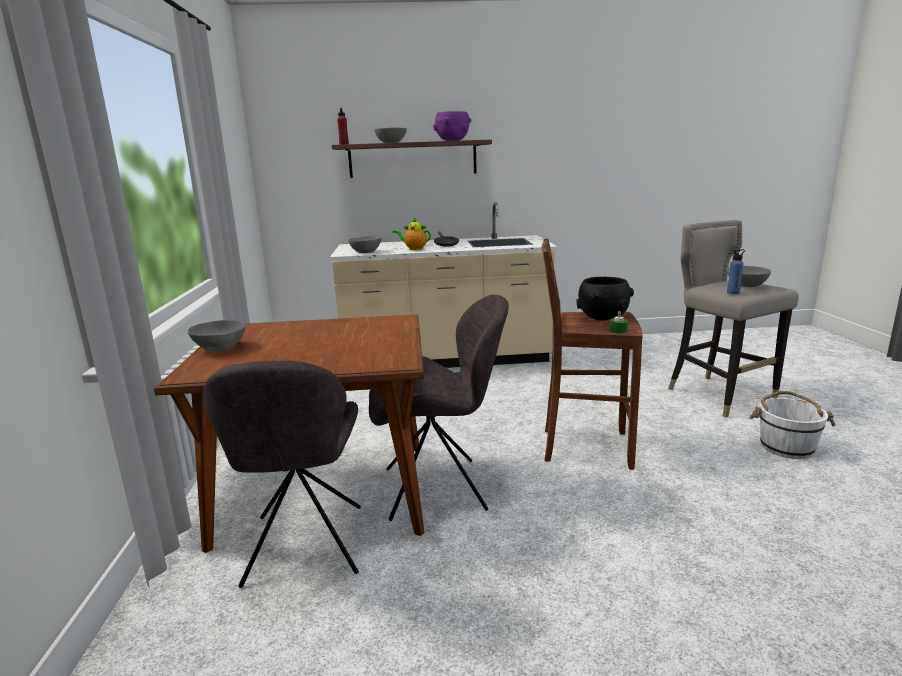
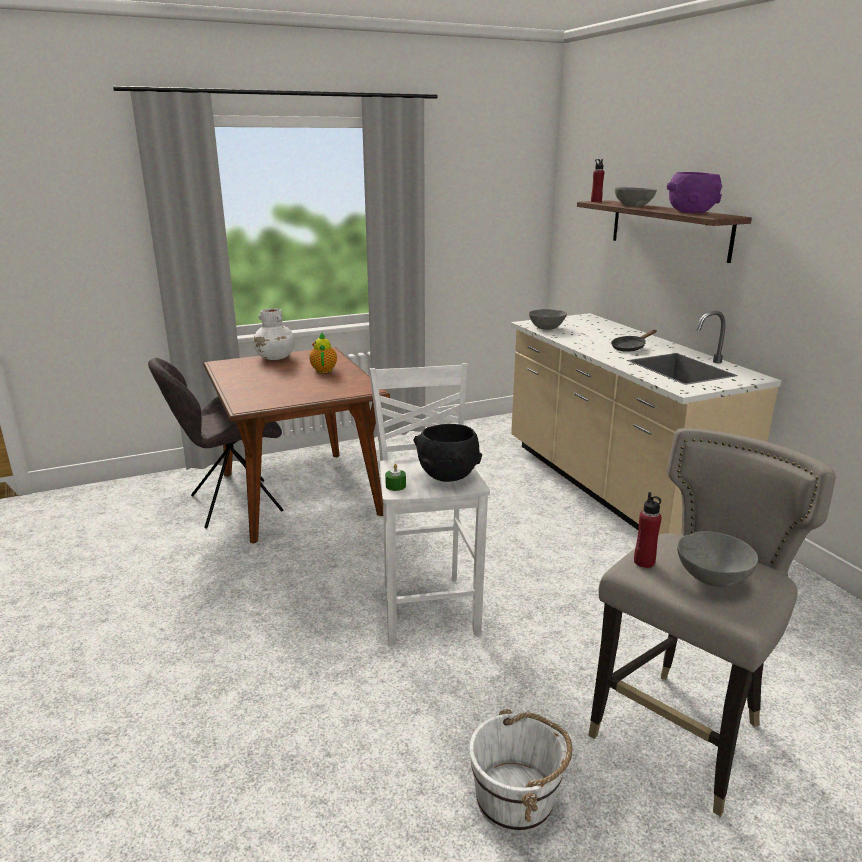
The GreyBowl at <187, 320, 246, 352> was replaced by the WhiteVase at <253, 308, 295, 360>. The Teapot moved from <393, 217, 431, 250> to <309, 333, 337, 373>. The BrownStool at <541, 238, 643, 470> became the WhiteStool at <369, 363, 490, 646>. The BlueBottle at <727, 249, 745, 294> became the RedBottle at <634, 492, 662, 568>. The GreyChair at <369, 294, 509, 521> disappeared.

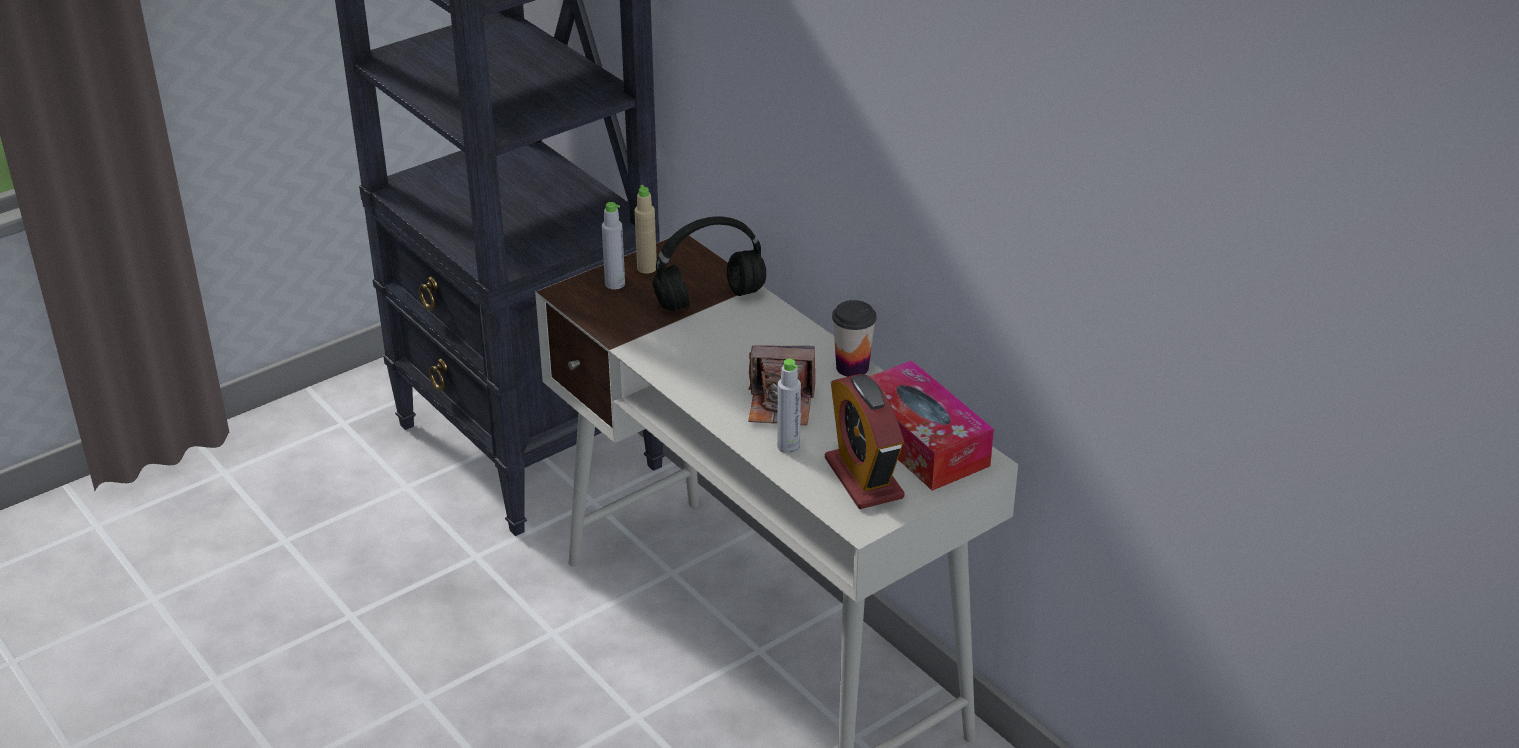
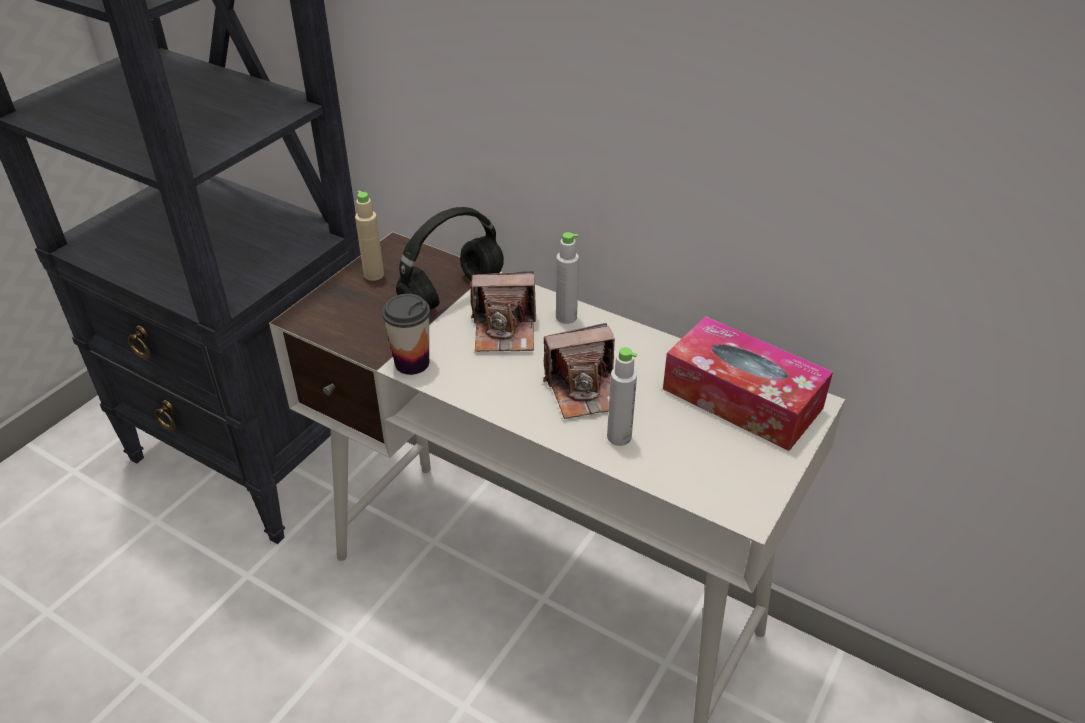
The Cup moved from <832, 300, 876, 377> to <382, 294, 430, 375>. The PhotoCamera at <470, 271, 536, 352> appeared. The GreyBottle moved from <602, 202, 625, 289> to <556, 232, 579, 324>. The AlarmClock at <825, 374, 905, 509> disappeared.

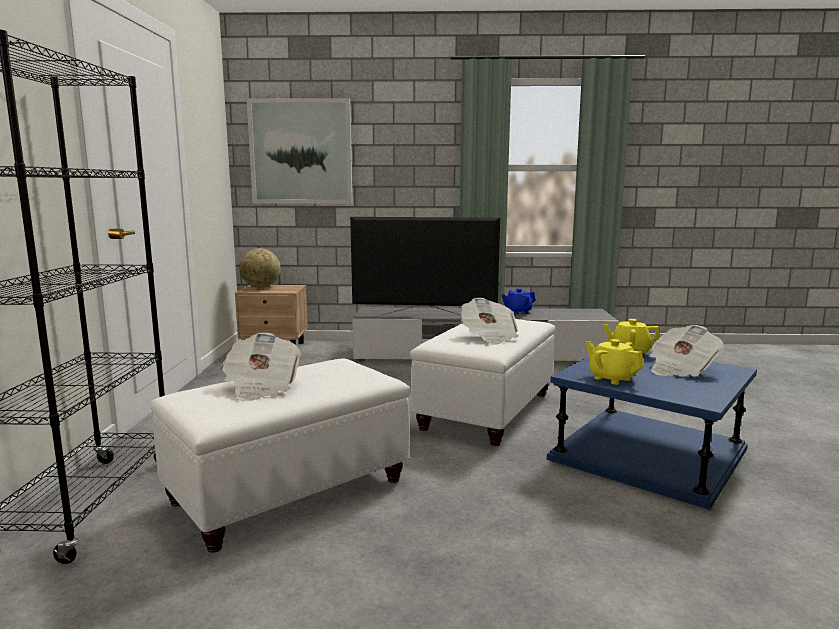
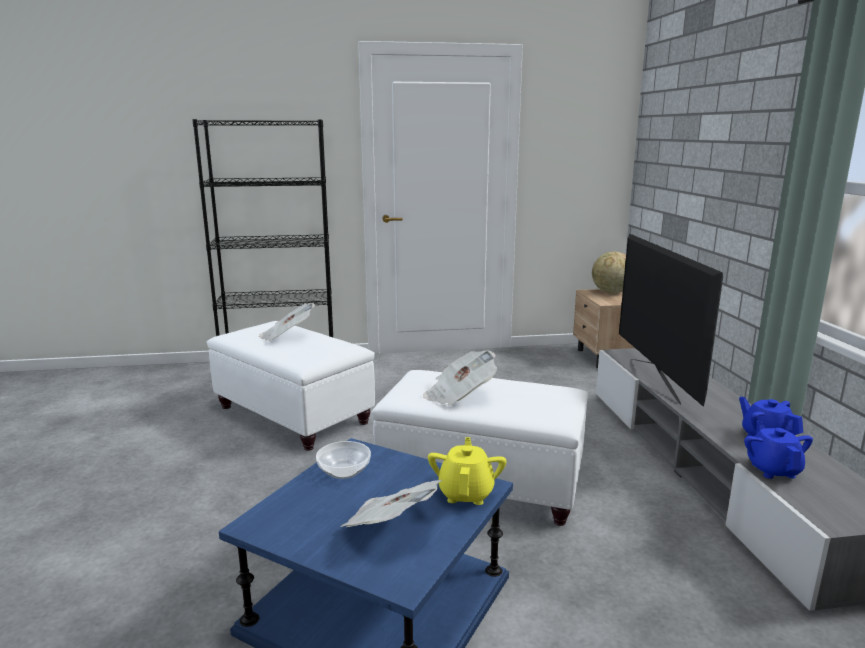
The YellowTeapot at <585, 339, 644, 385> was replaced by the Bowl at <316, 441, 371, 479>. The BlueTeapot at <744, 421, 813, 479> appeared. The Picture at <247, 98, 353, 204> disappeared.

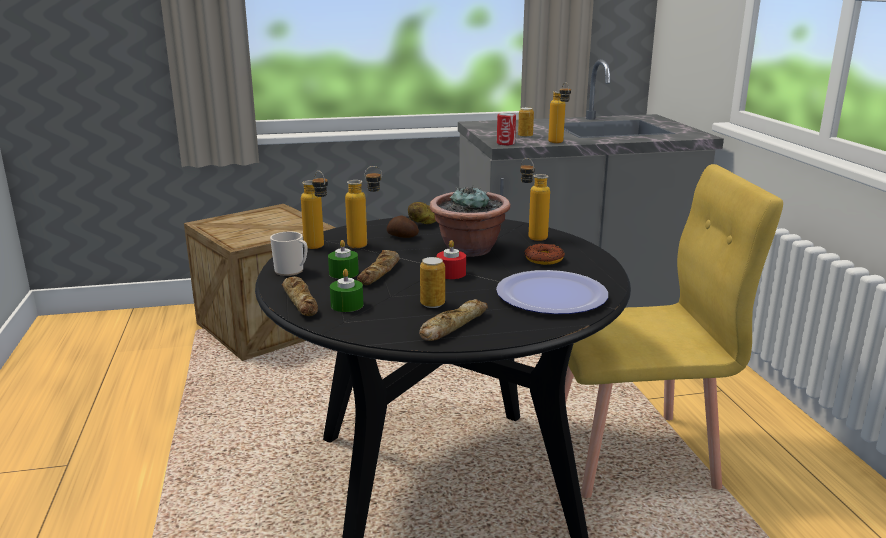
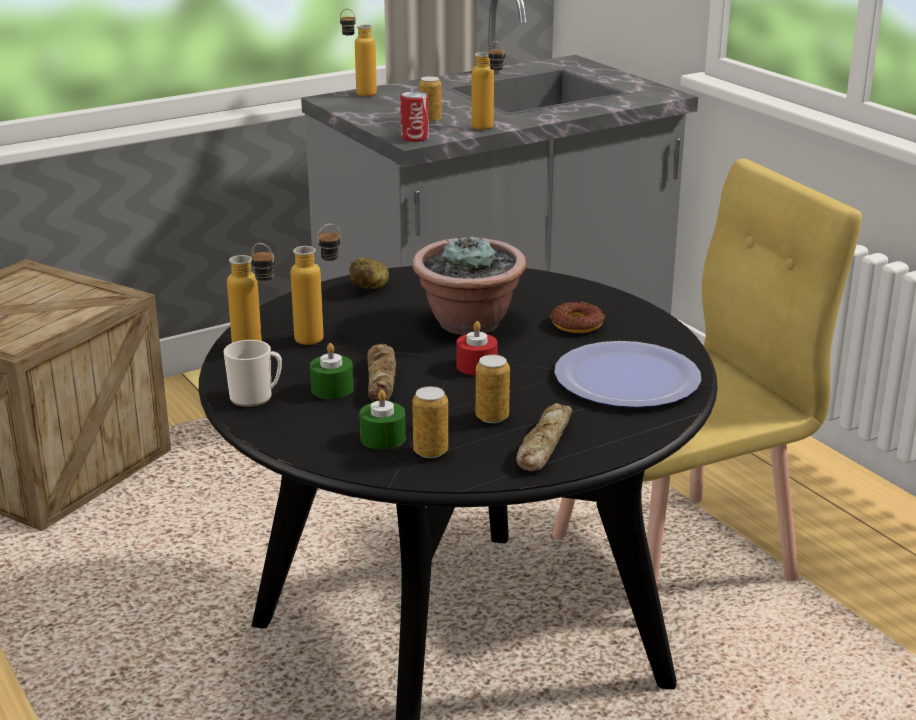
The Bottle moved from <520, 158, 550, 241> to <340, 9, 377, 97>. The Can at <412, 386, 448, 458> appeared. The Bread at <282, 276, 318, 316> disappeared. The Potato at <387, 216, 419, 238> disappeared.

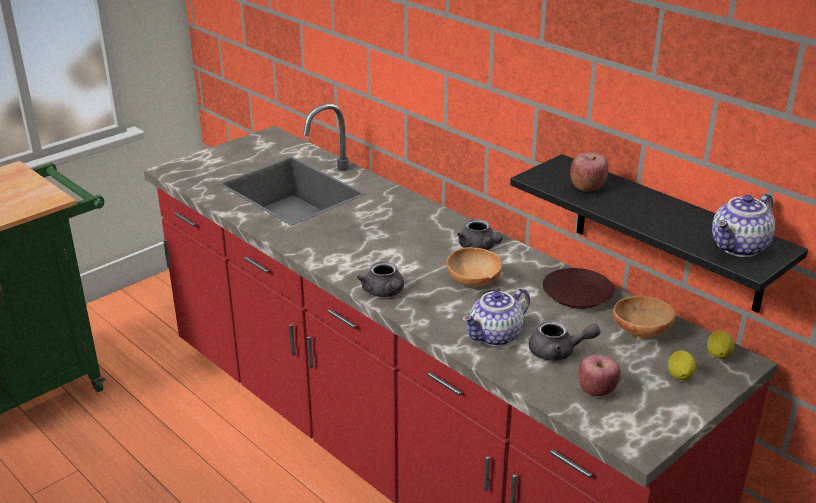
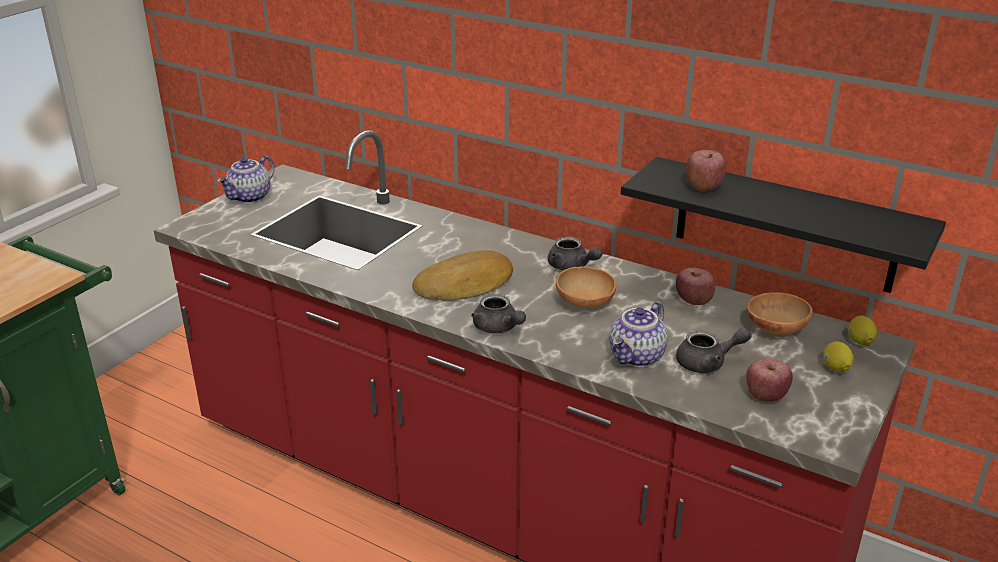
The Teapot moved from <712, 193, 775, 257> to <217, 156, 275, 204>. The Bread at <412, 250, 513, 301> appeared. The BrownPlate at <543, 268, 614, 309> was replaced by the Apple at <676, 268, 716, 305>.

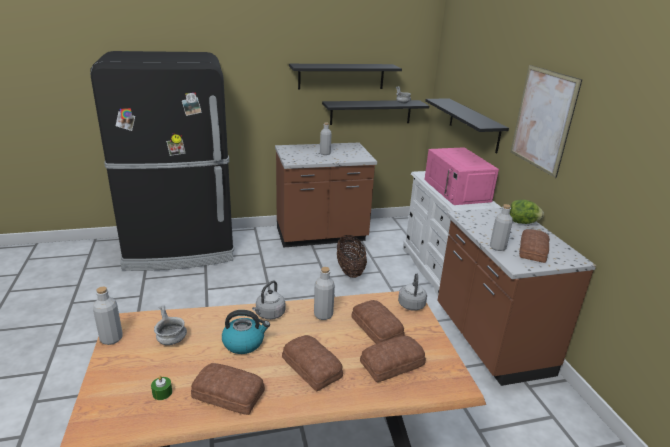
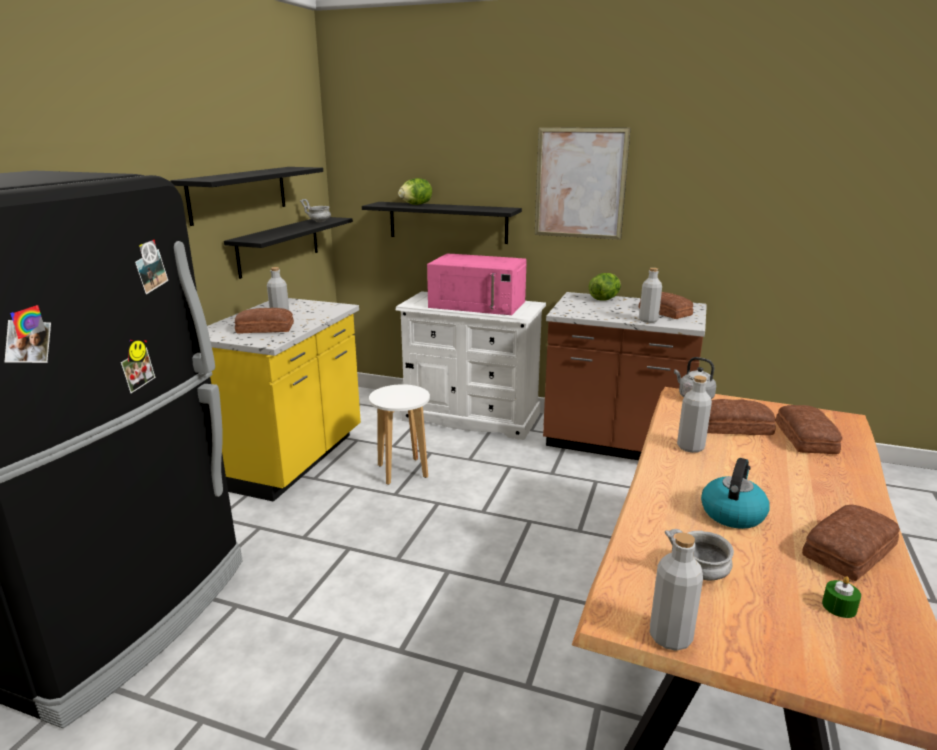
The BrownCounter at <275, 143, 377, 248> became the YellowCounter at <207, 298, 361, 502>. The Bread moved from <282, 335, 343, 392> to <235, 308, 294, 333>. The Basket at <337, 235, 367, 278> was replaced by the WhiteStool at <369, 384, 430, 485>. The Lettuce at <398, 178, 432, 205> appeared. The GreyKettle at <252, 280, 285, 320> disappeared.

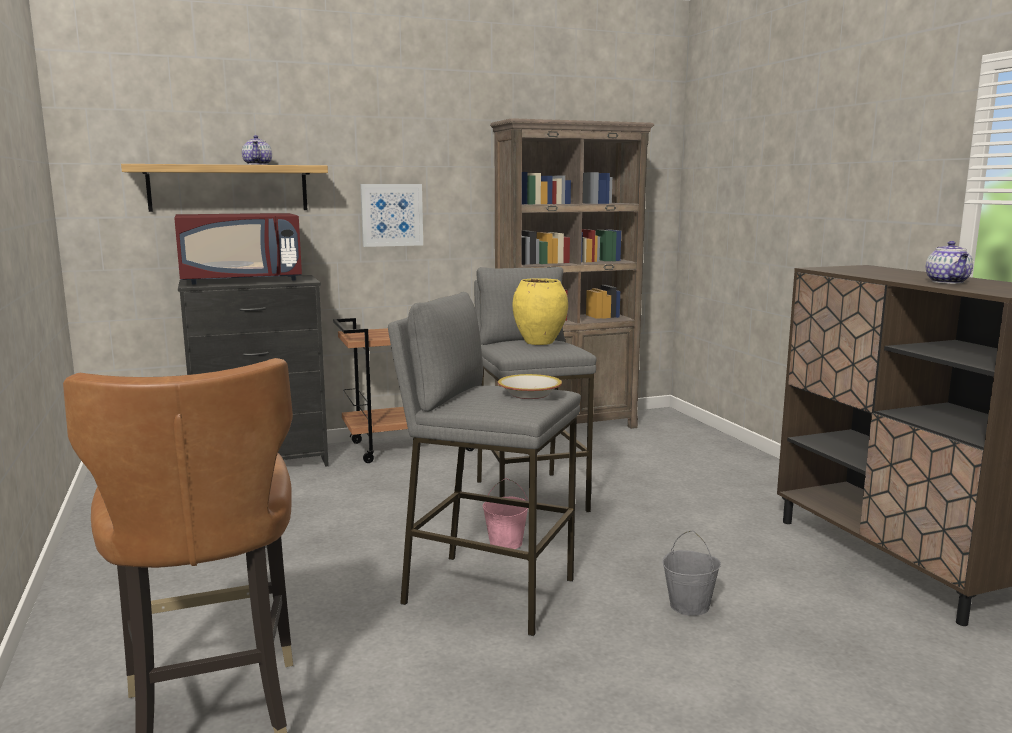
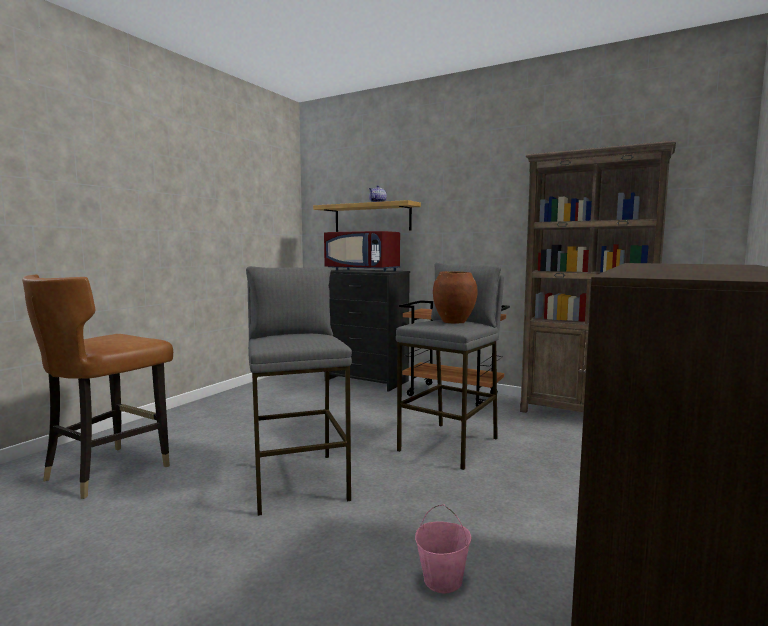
The PinkBucket moved from <483, 478, 528, 549> to <415, 504, 472, 593>. The YellowVase at <513, 278, 568, 345> became the BrownVase at <433, 271, 478, 324>. The Picture at <360, 184, 423, 247> disappeared. The Bowl at <498, 374, 562, 399> disappeared. The GreyBucket at <662, 530, 721, 616> disappeared. The Teapot at <926, 241, 973, 284> disappeared.

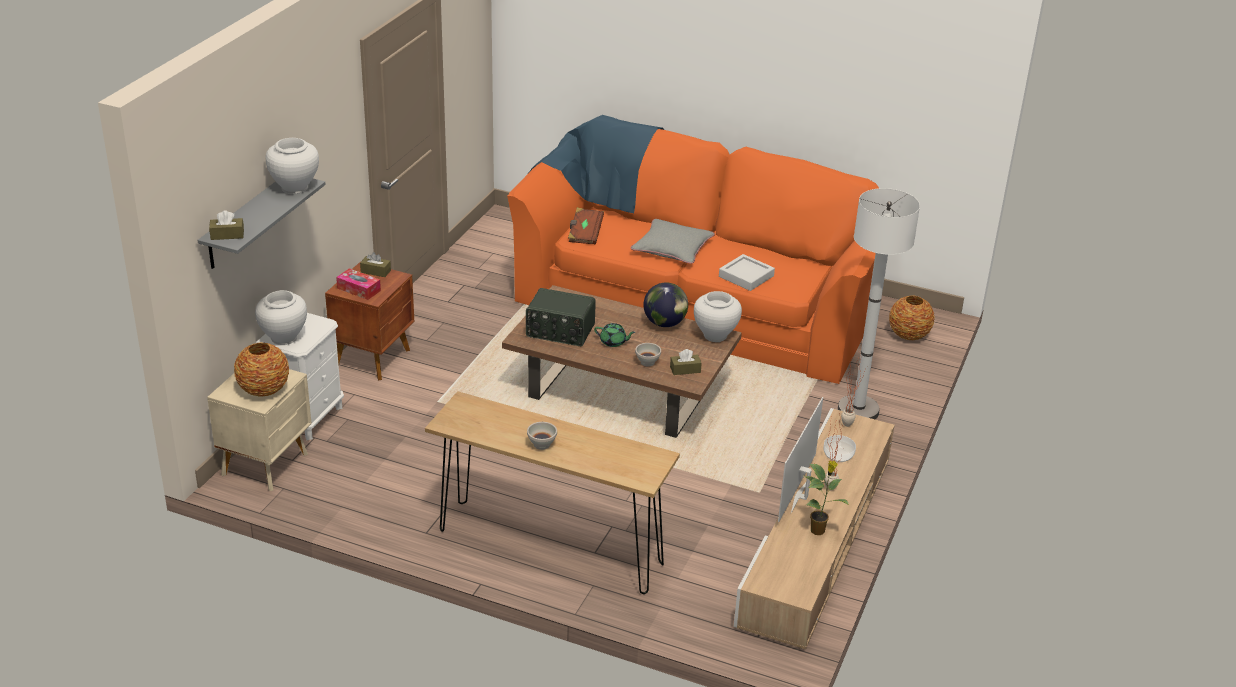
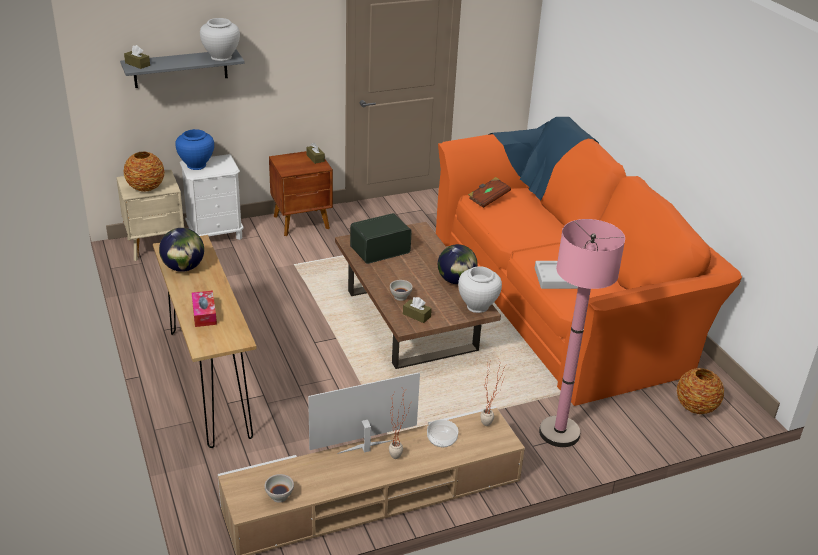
The Globe at <159, 228, 204, 272> appeared. The WhiteVase at <255, 290, 307, 345> became the BlueVase at <175, 129, 214, 170>. The TissueBox moved from <336, 268, 381, 300> to <192, 290, 217, 327>. The WhiteBowl moved from <527, 422, 557, 450> to <265, 474, 294, 503>. The Radio at <526, 288, 596, 346> turned 90 degrees clockwise. The WhiteFloorLamp at <838, 188, 920, 419> became the PinkFloorLamp at <539, 219, 625, 447>. The GreenTeapot at <594, 323, 635, 347> disappeared. The GreyPillow at <630, 219, 715, 264> disappeared. The PottedPlant at <804, 461, 849, 535> disappeared.

